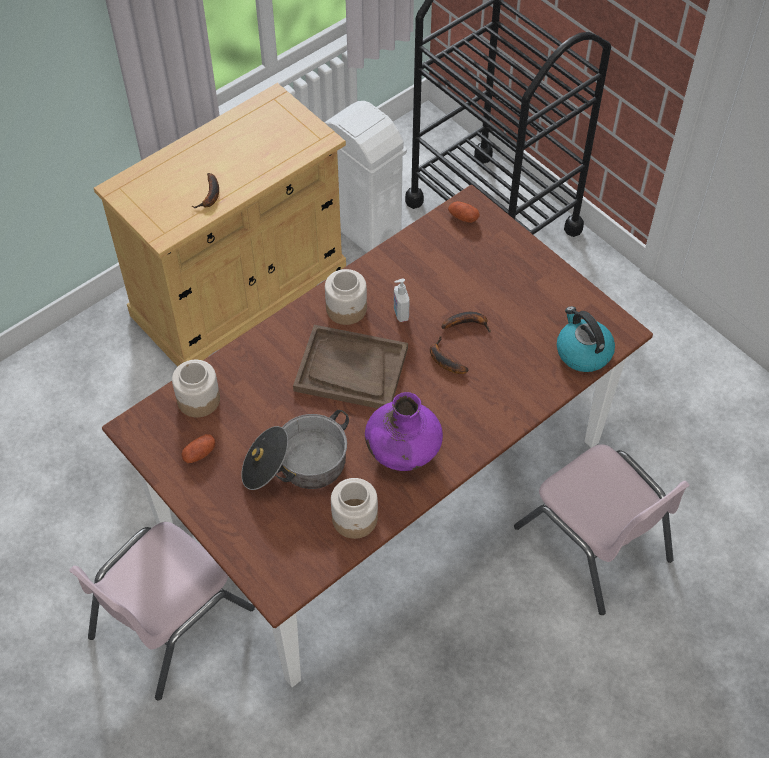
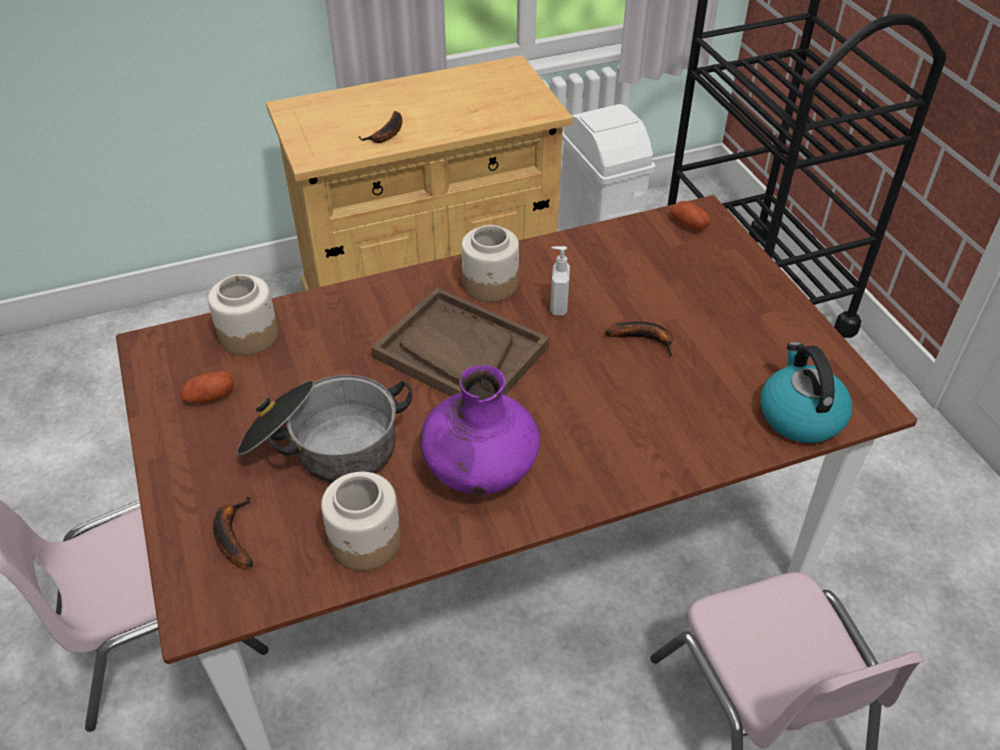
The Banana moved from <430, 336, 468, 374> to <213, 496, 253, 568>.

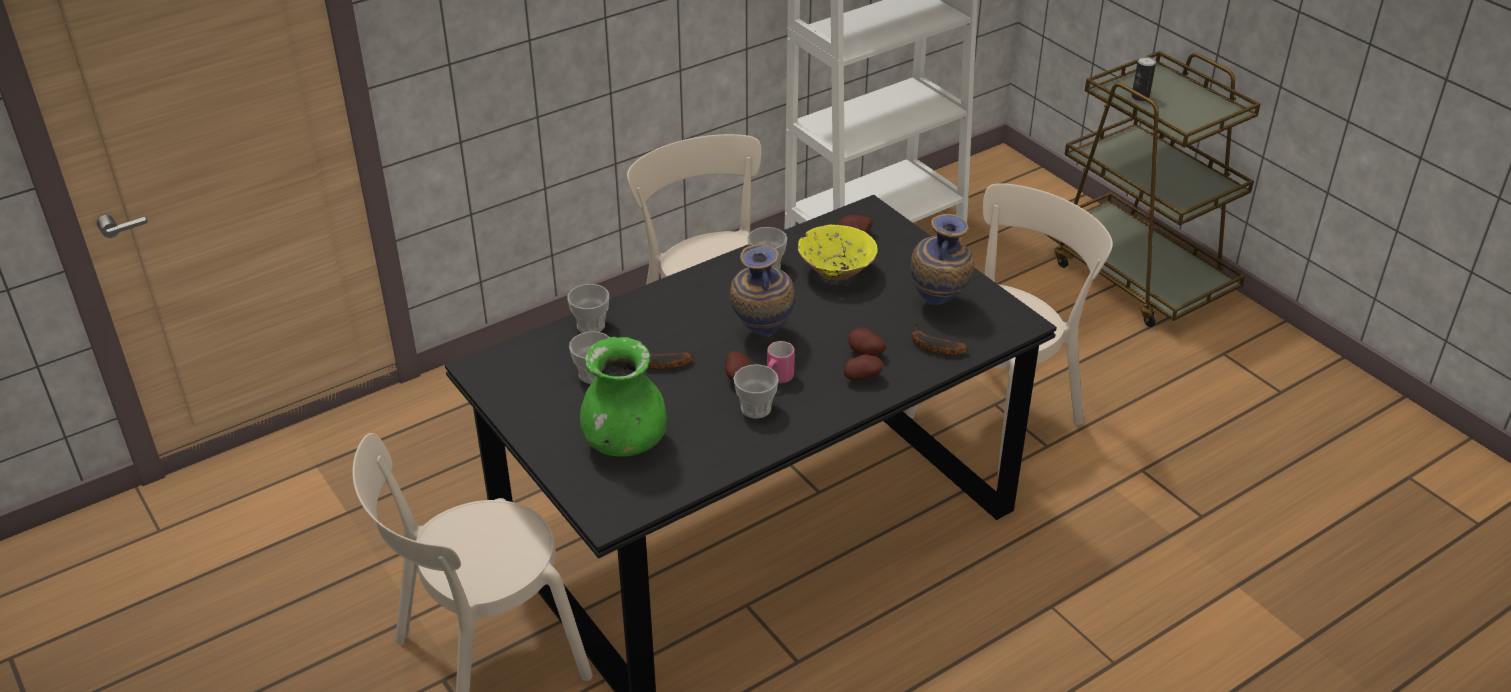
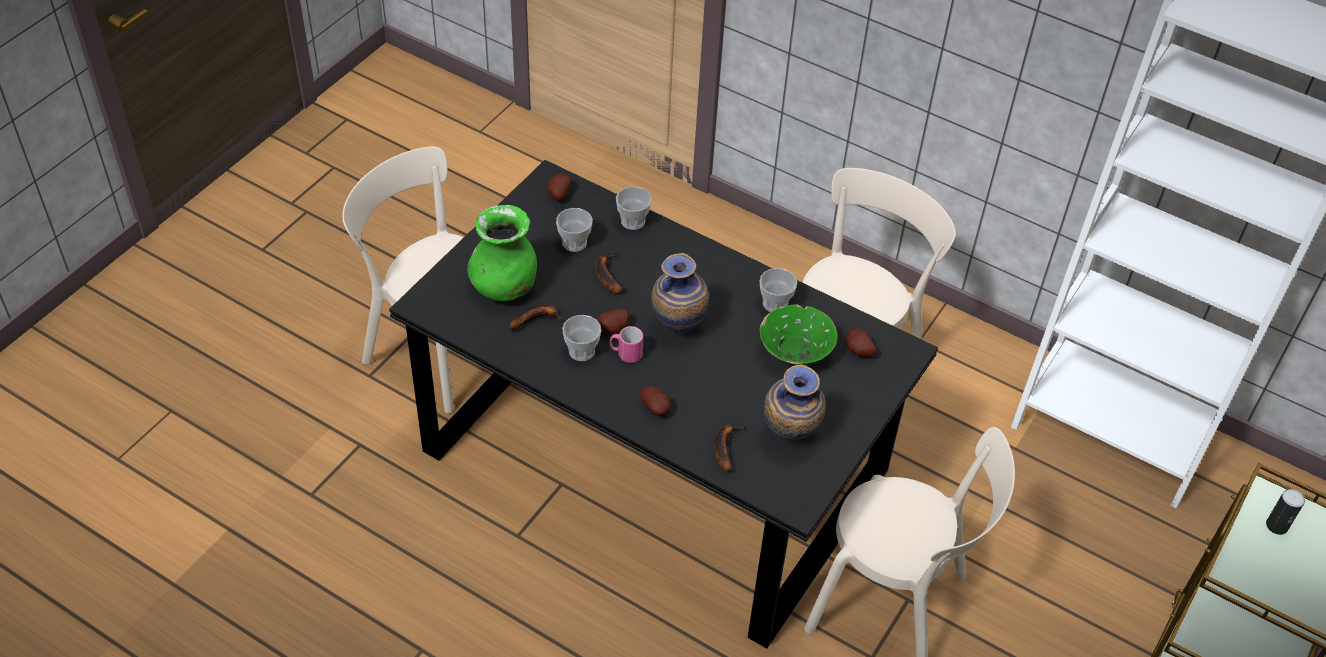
The Banana at <509, 304, 565, 331> appeared. The Potato moved from <848, 328, 886, 356> to <547, 173, 571, 201>. The YellowBowl at <798, 225, 878, 281> became the GreenBowl at <759, 305, 837, 365>.

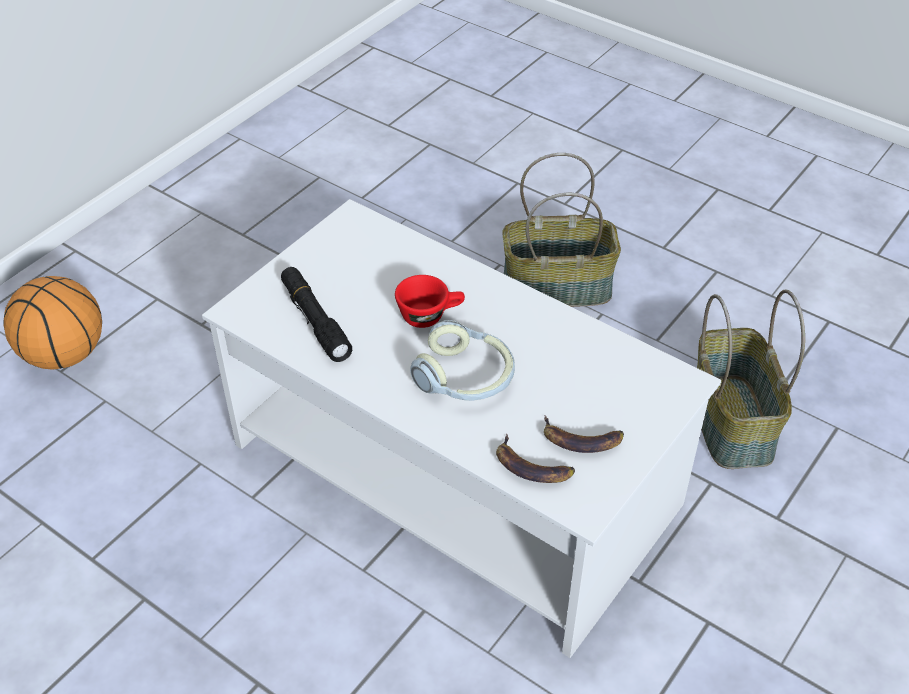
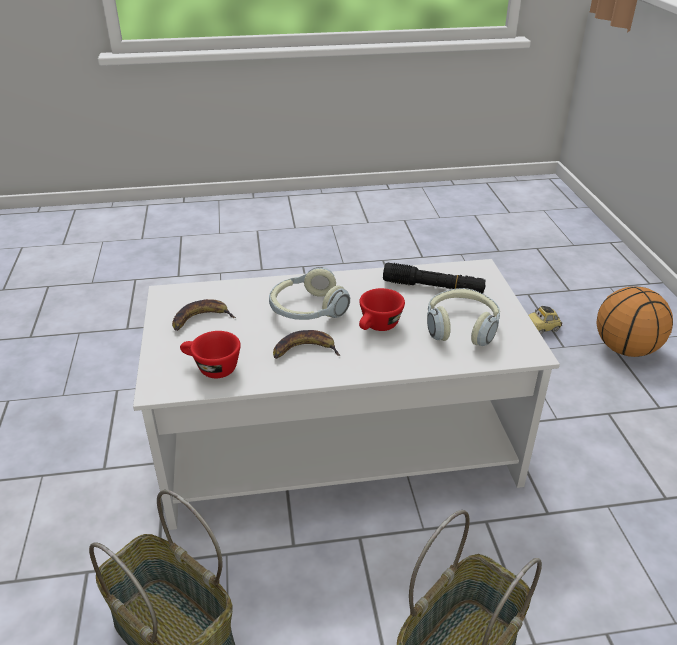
The RedCup at <180, 331, 241, 378> appeared. The Banana moved from <496, 434, 575, 483> to <273, 330, 341, 359>. The Headphones at <427, 288, 500, 346> appeared. The ToyCar at <528, 306, 562, 334> appeared.

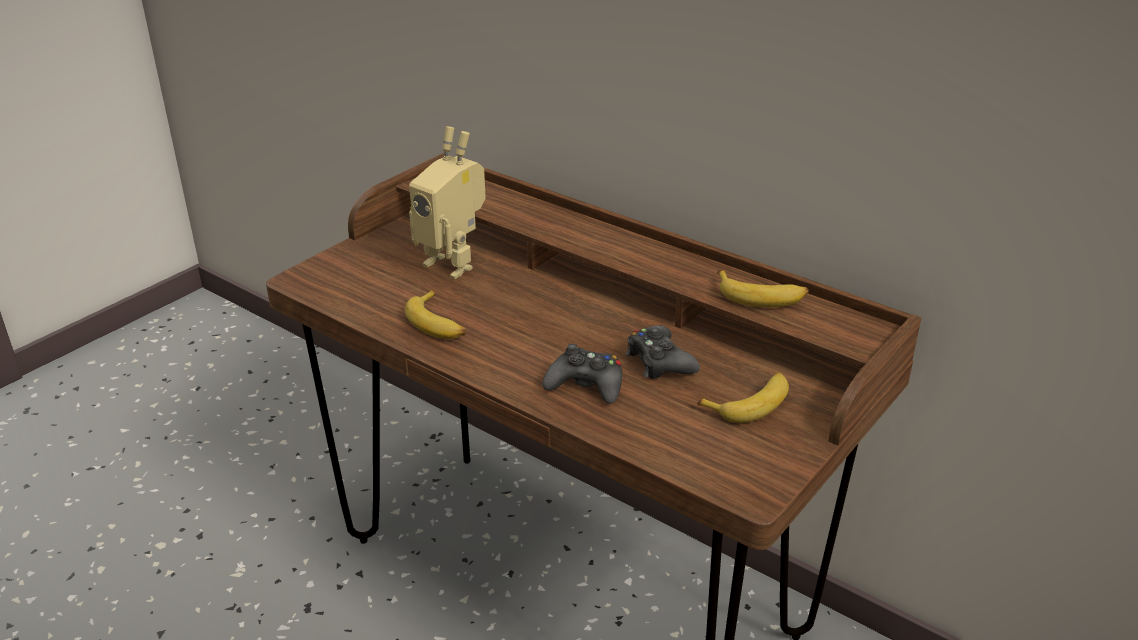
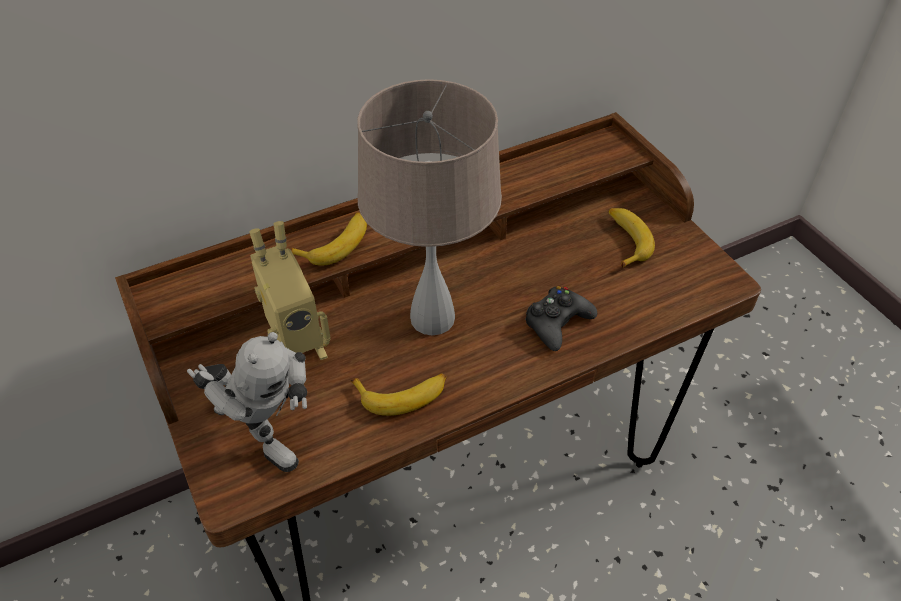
The ToyRobot at <187, 332, 307, 472> appeared. The Banana moved from <717, 270, 809, 307> to <291, 212, 367, 266>. The BeigeTableLamp at <357, 79, 502, 336> appeared. The BlackGameController at <626, 325, 700, 379> disappeared.

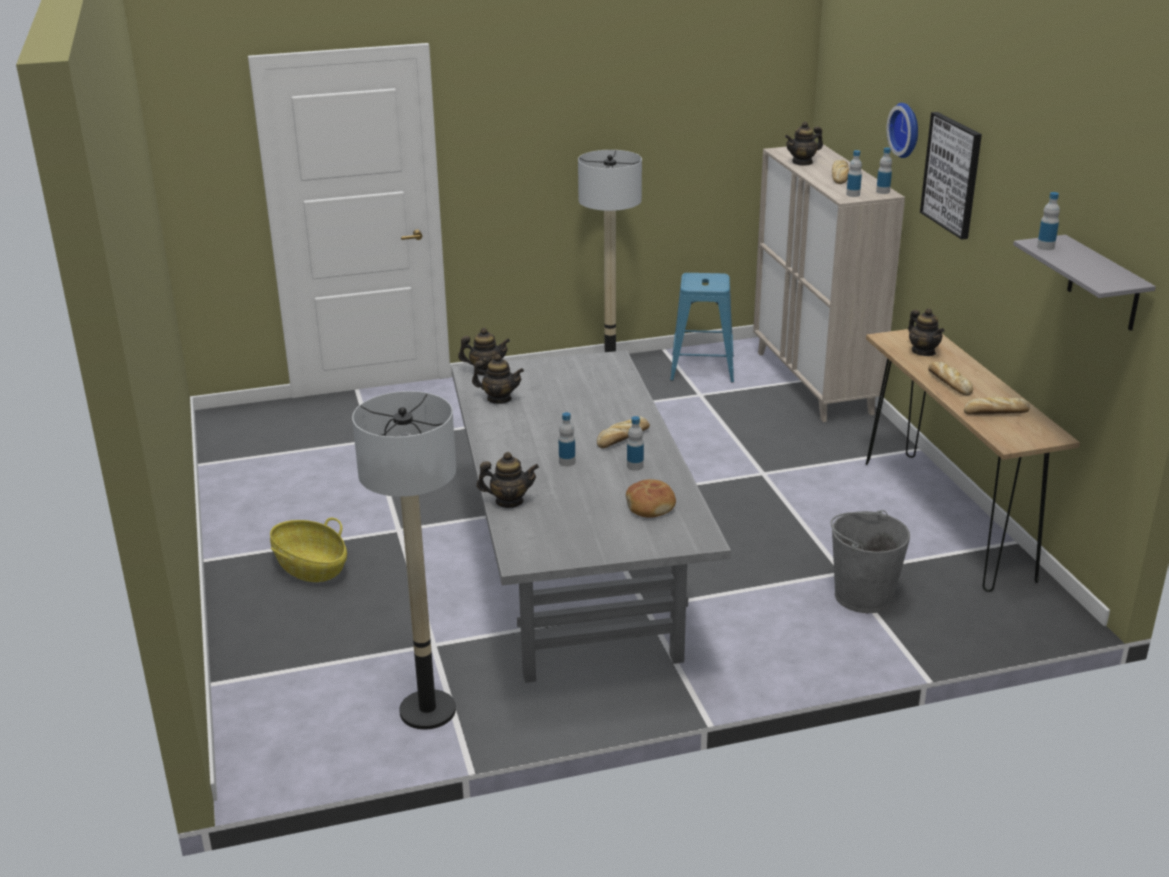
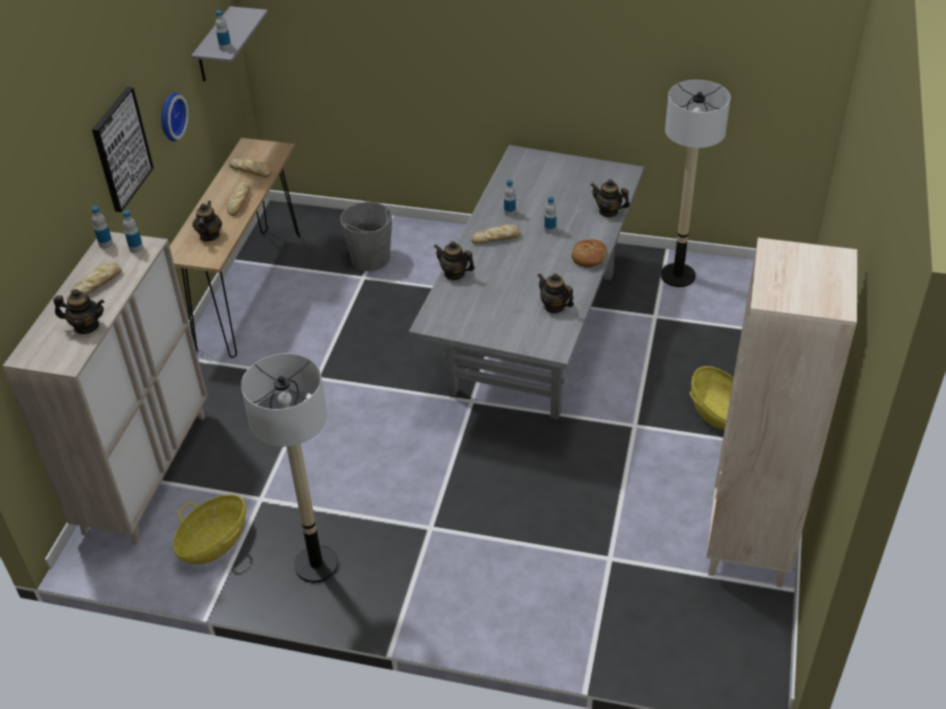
The WallClock moved from <887, 103, 918, 158> to <161, 92, 189, 142>. The BlueStool at <670, 273, 734, 383> was replaced by the Basket at <173, 495, 246, 564>. The Teapot moved from <458, 328, 510, 375> to <434, 241, 475, 280>. The Bread moved from <626, 479, 676, 518> to <571, 240, 607, 267>. The BeigeBookcase at <706, 238, 857, 588> appeared.

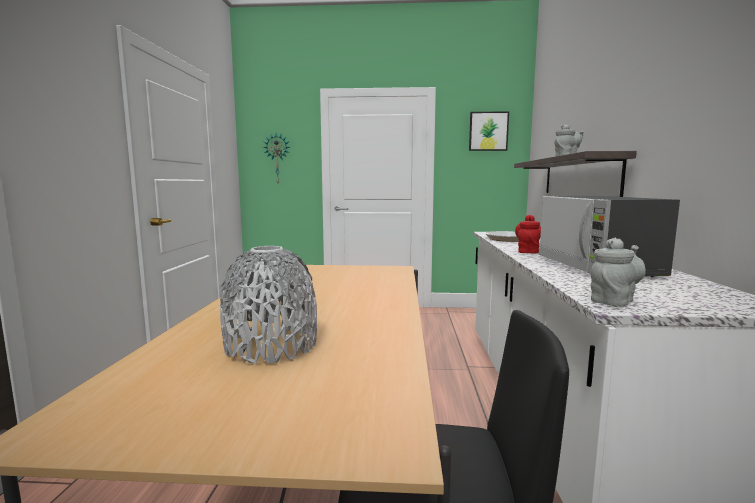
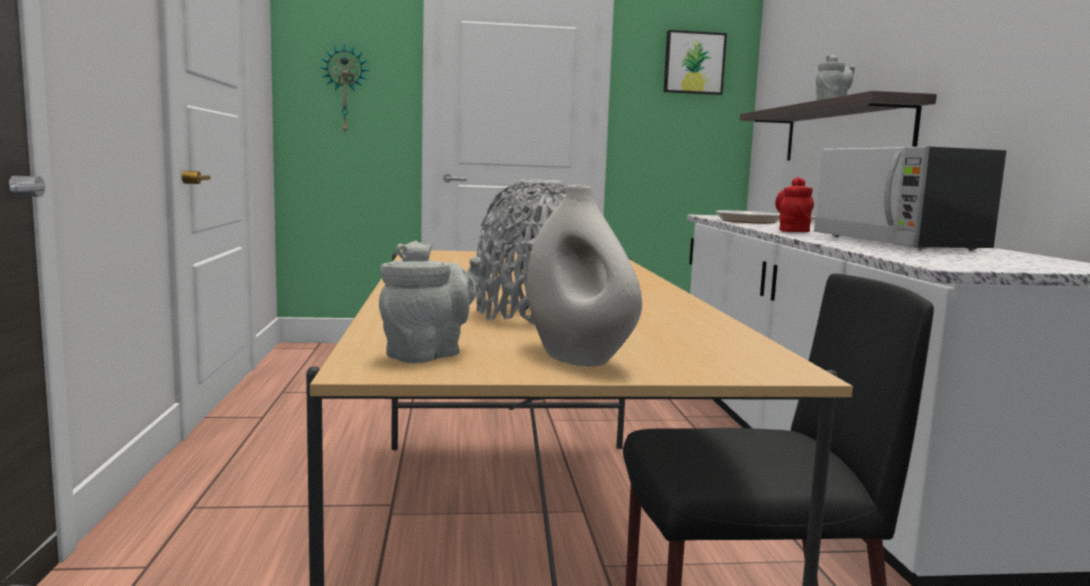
The GreyTeapot moved from <591, 238, 646, 306> to <379, 241, 481, 363>. The WhiteVase at <527, 185, 642, 366> appeared.

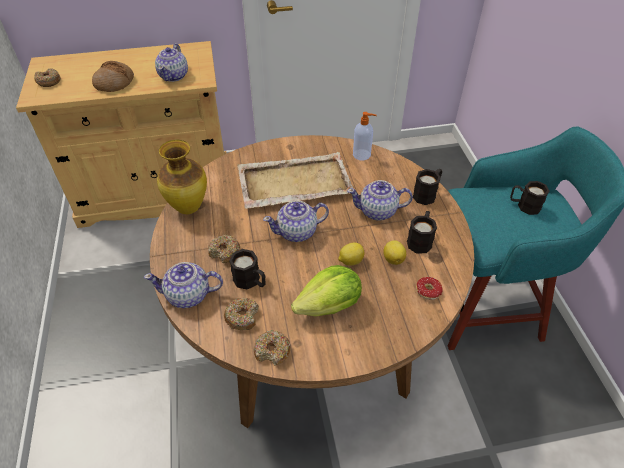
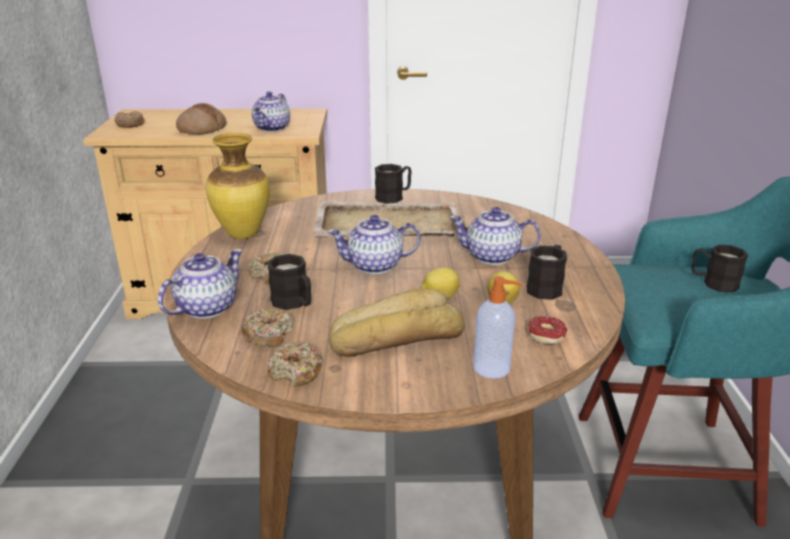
The Teapot at <144, 262, 223, 308> turned 120 degrees clockwise. The Lettuce at <291, 265, 362, 317> was replaced by the Bread at <329, 288, 465, 357>. The BlackMug moved from <413, 169, 442, 205> to <375, 164, 412, 204>. The SoapDispenser moved from <353, 112, 377, 161> to <473, 276, 522, 379>.

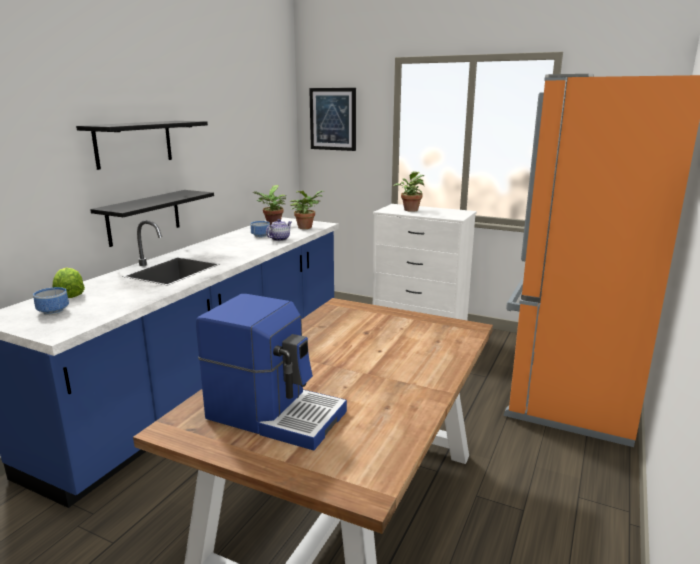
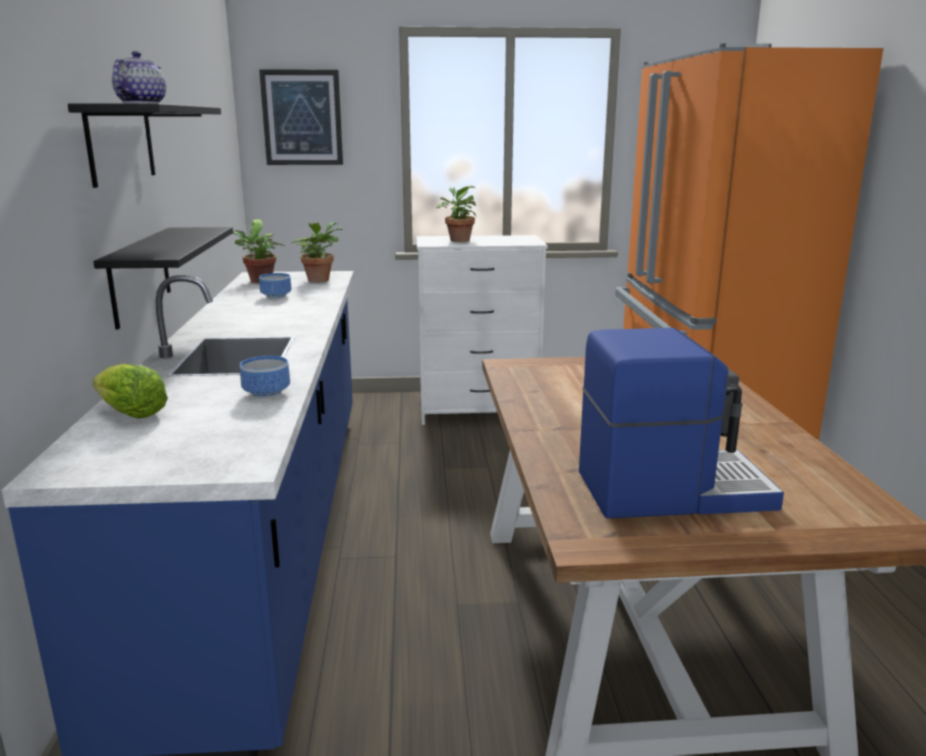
The Teapot moved from <266, 219, 291, 241> to <112, 51, 166, 104>. The Bowl moved from <33, 287, 69, 315> to <240, 356, 290, 399>.

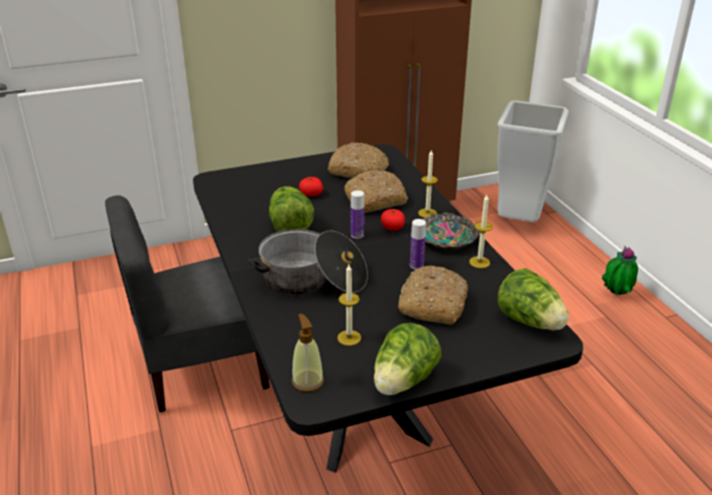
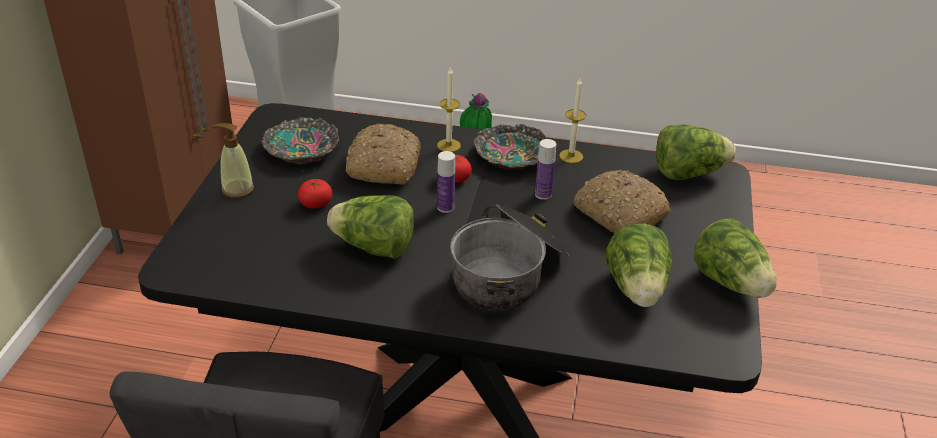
The SoapDispenser moved from <292, 314, 324, 392> to <212, 123, 254, 198>. The Bread at <328, 142, 389, 178> was replaced by the Bowl at <261, 117, 339, 164>. The Candle at <337, 264, 361, 346> was replaced by the Lettuce at <606, 224, 672, 307>.

